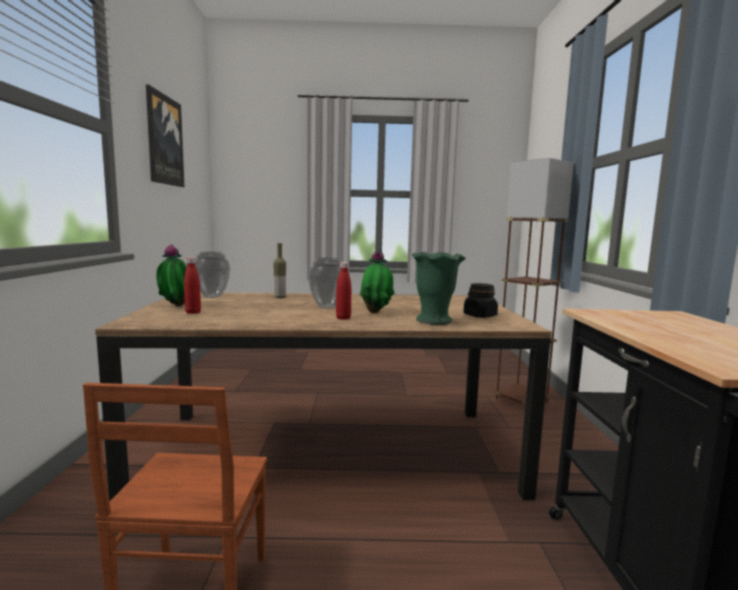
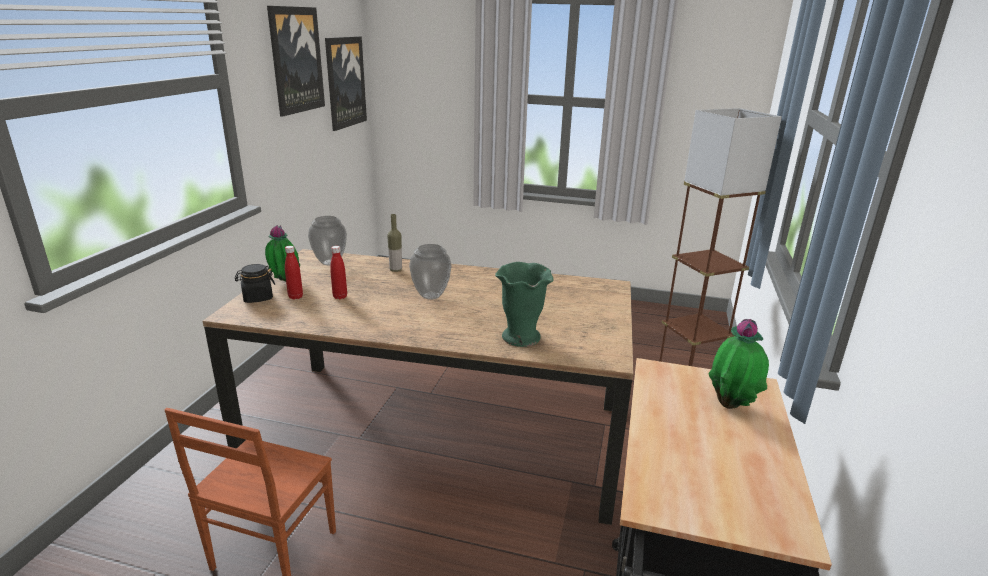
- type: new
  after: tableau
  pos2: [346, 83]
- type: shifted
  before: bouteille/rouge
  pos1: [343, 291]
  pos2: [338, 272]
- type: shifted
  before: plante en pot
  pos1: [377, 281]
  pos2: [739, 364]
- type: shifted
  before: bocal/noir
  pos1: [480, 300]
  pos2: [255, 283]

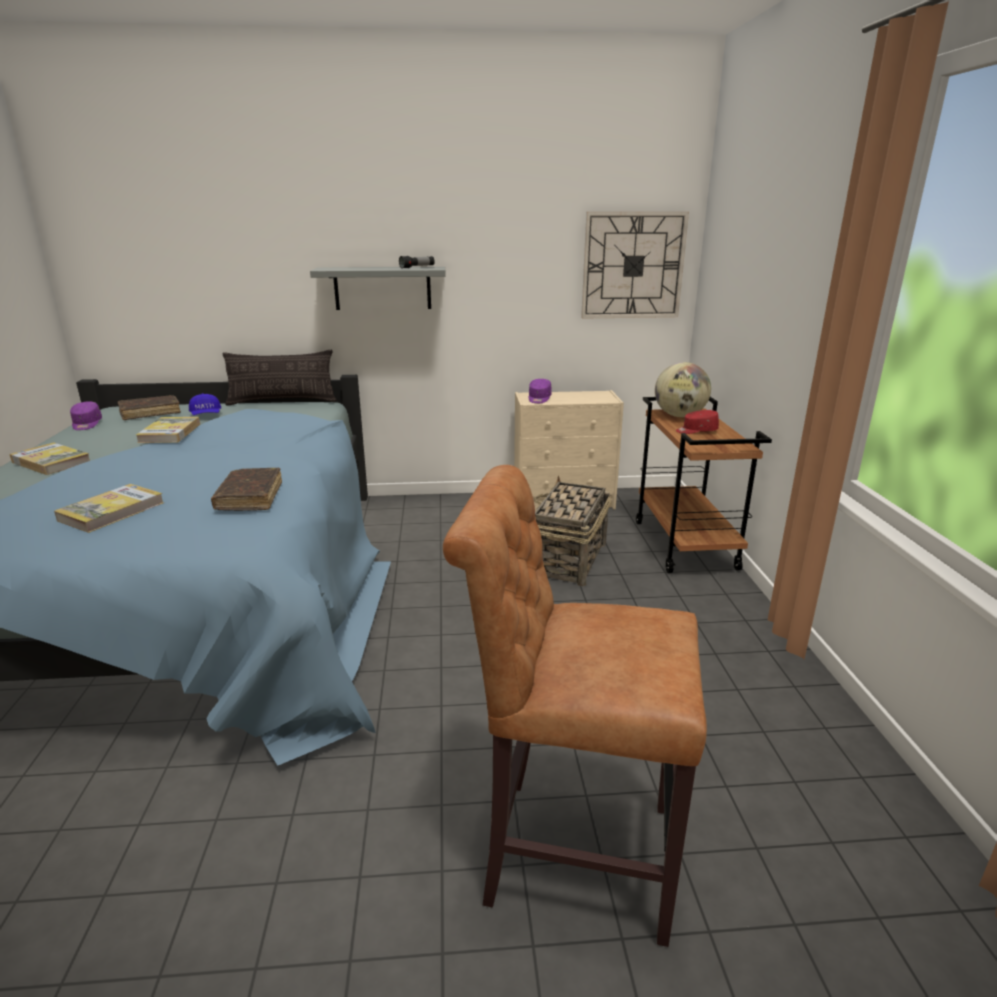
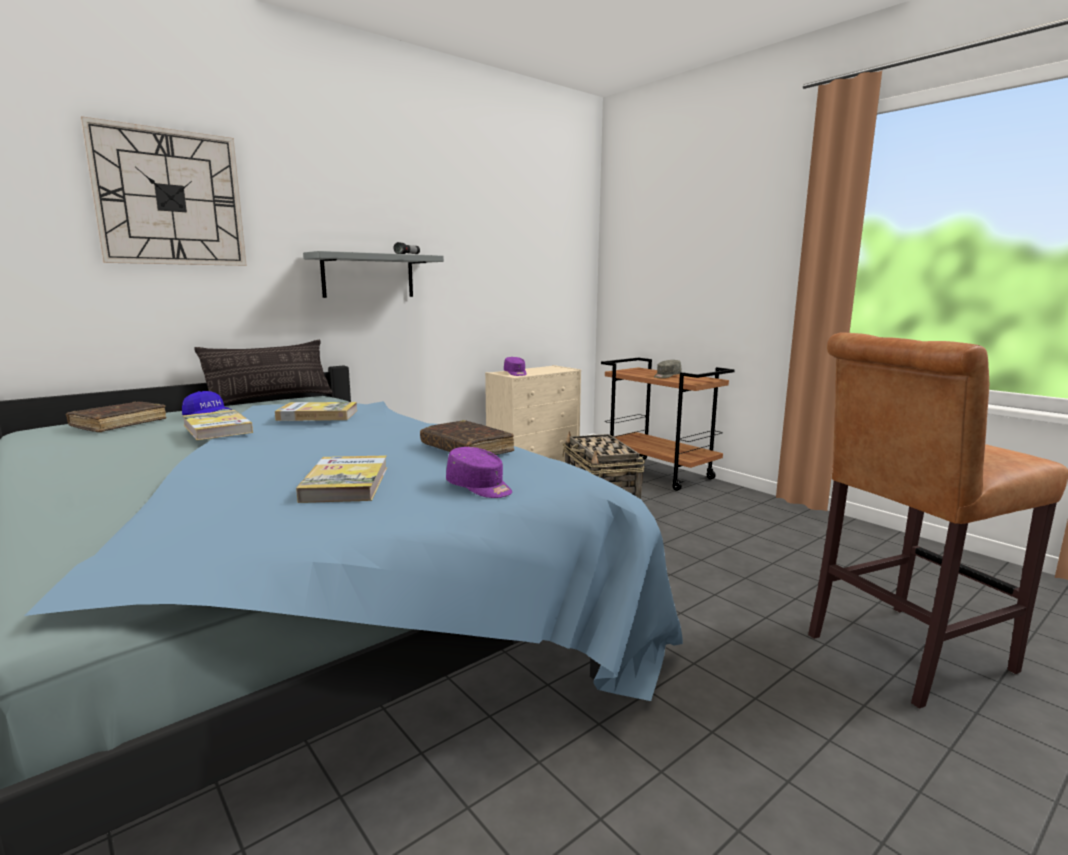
- type: gone
  before: globe
  pos1: [683, 389]
- type: shifted
  before: livre
  pos1: [49, 458]
  pos2: [316, 411]
- type: shifted
  before: casquette/violet
  pos1: [86, 415]
  pos2: [479, 472]
- type: shifted
  before: horloge murale
  pos1: [635, 265]
  pos2: [164, 191]
- type: repainted
  before: casquette/rouge
  after: casquette/gris
  pos1: [697, 422]
  pos2: [668, 369]

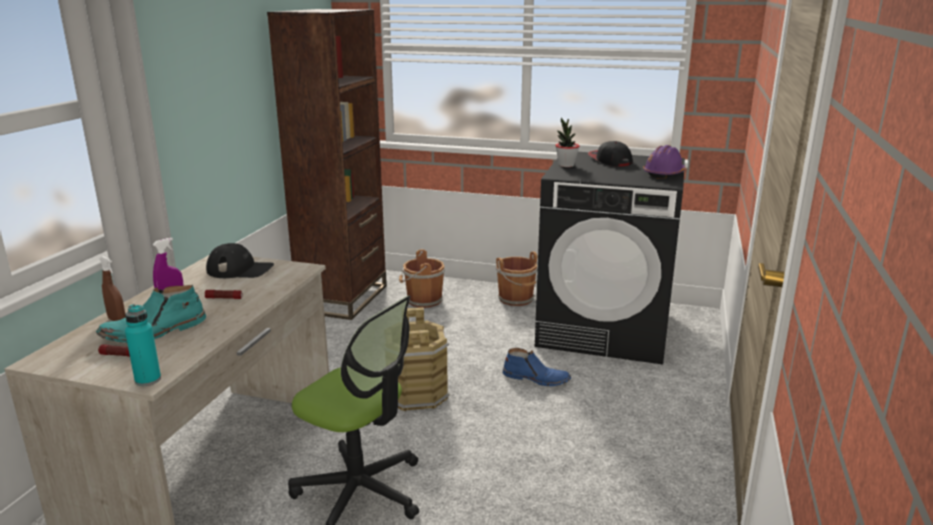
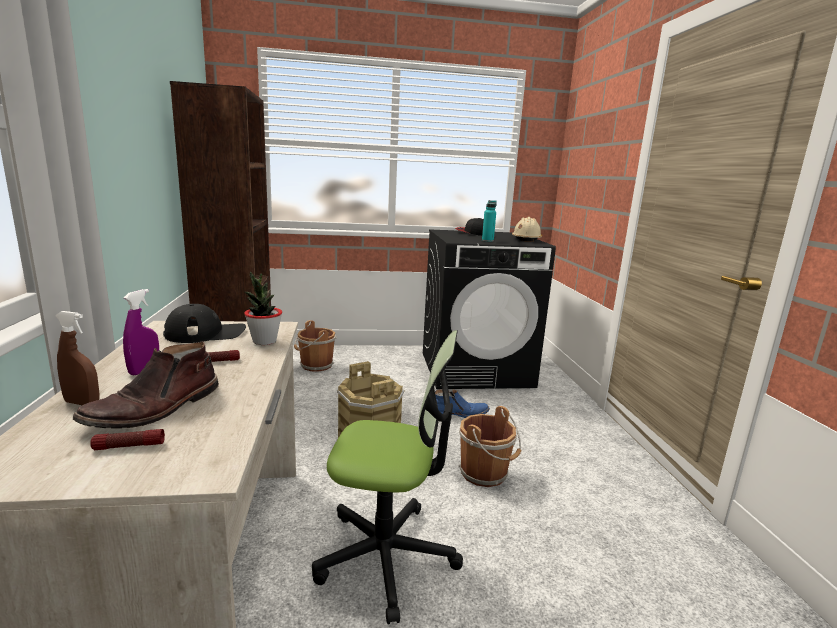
- type: shifted
  before: bouteille/turquoise
  pos1: [143, 345]
  pos2: [489, 221]
- type: shifted
  before: seau/marron
  pos1: [517, 278]
  pos2: [489, 446]
- type: shifted
  before: plante en pot
  pos1: [567, 142]
  pos2: [263, 308]
- type: repainted
  before: botte/turquoise
  after: botte/marron
  pos1: [151, 314]
  pos2: [146, 385]
- type: repainted
  before: casque de chantier/violet
  after: casque de chantier/beige
  pos1: [664, 162]
  pos2: [527, 229]

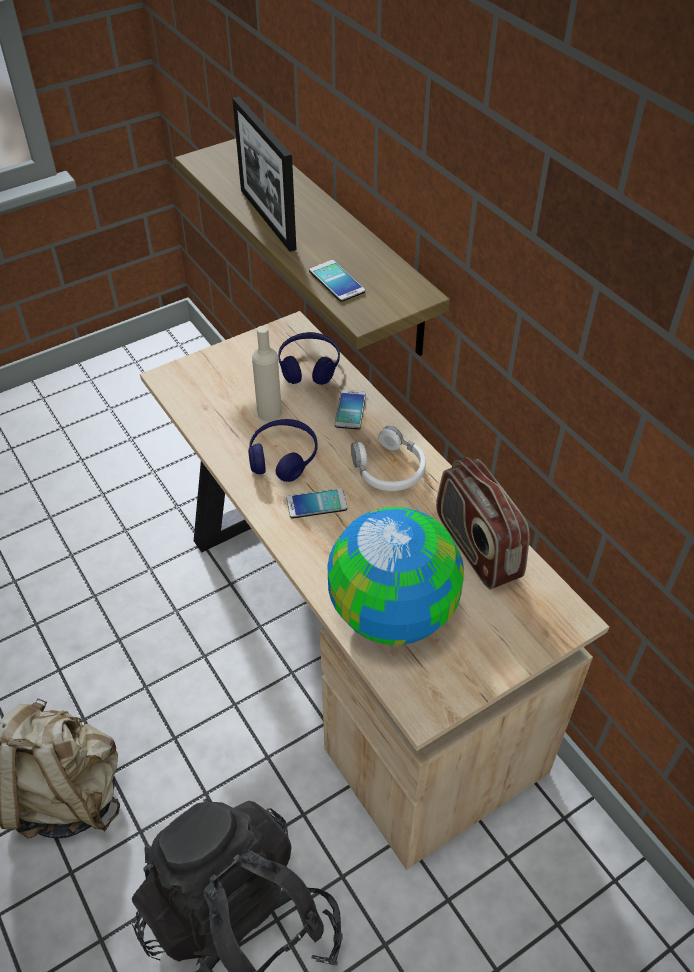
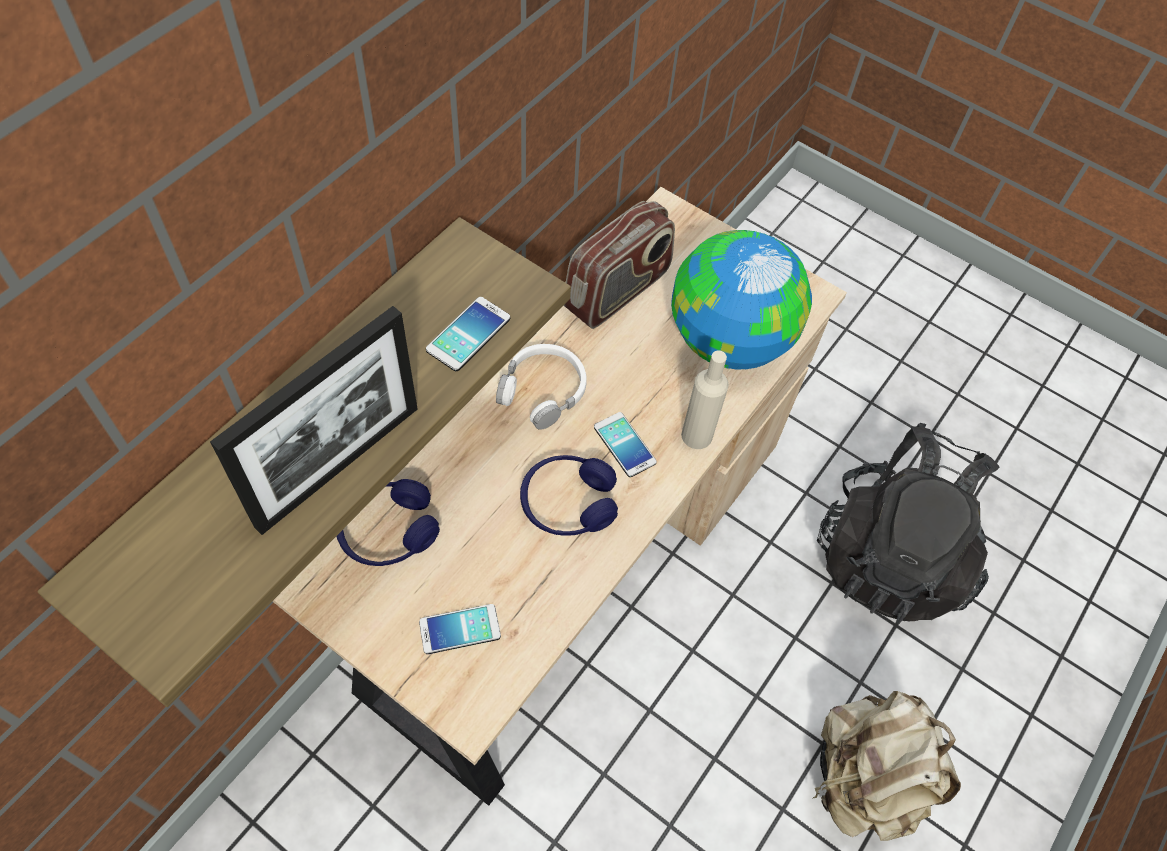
- type: shifted
  before: bouteille/beige
  pos1: [267, 373]
  pos2: [705, 400]
- type: shifted
  before: téléphone
  pos1: [350, 409]
  pos2: [460, 629]

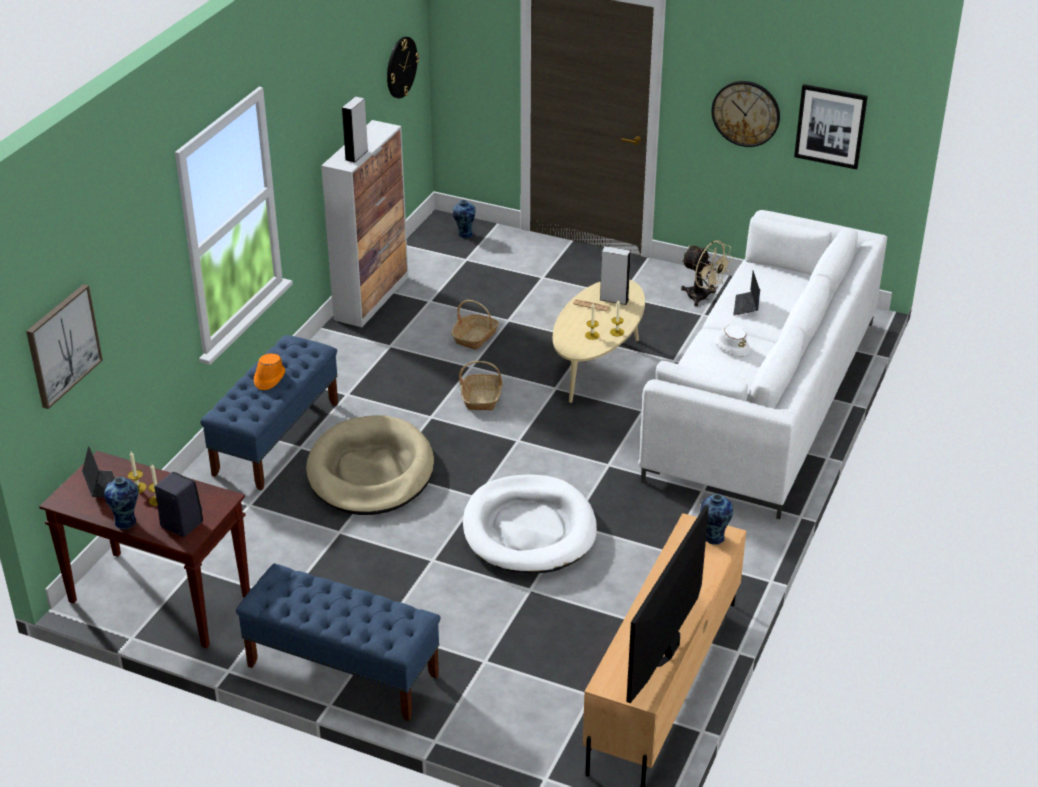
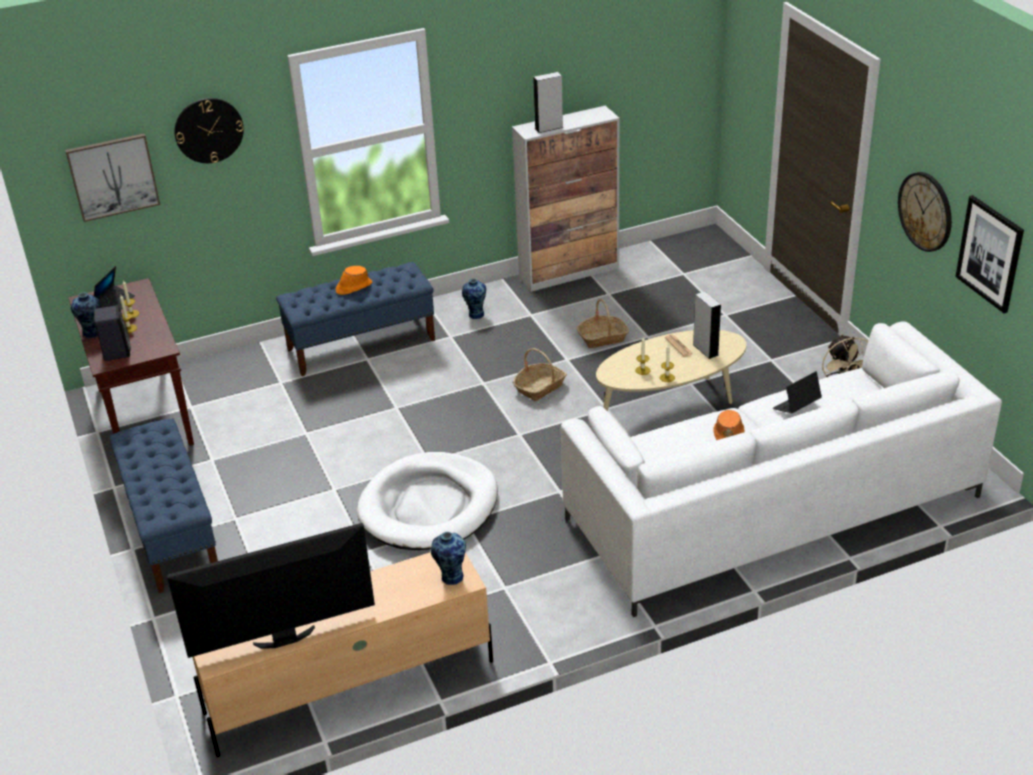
- type: gone
  before: panier pour chien/beige
  pos1: [370, 465]
- type: shifted
  before: horloge murale
  pos1: [403, 67]
  pos2: [209, 130]
- type: shifted
  before: vase
  pos1: [464, 219]
  pos2: [474, 299]
- type: repainted
  before: chapeau/blanc
  after: chapeau/orange
  pos1: [732, 340]
  pos2: [729, 425]

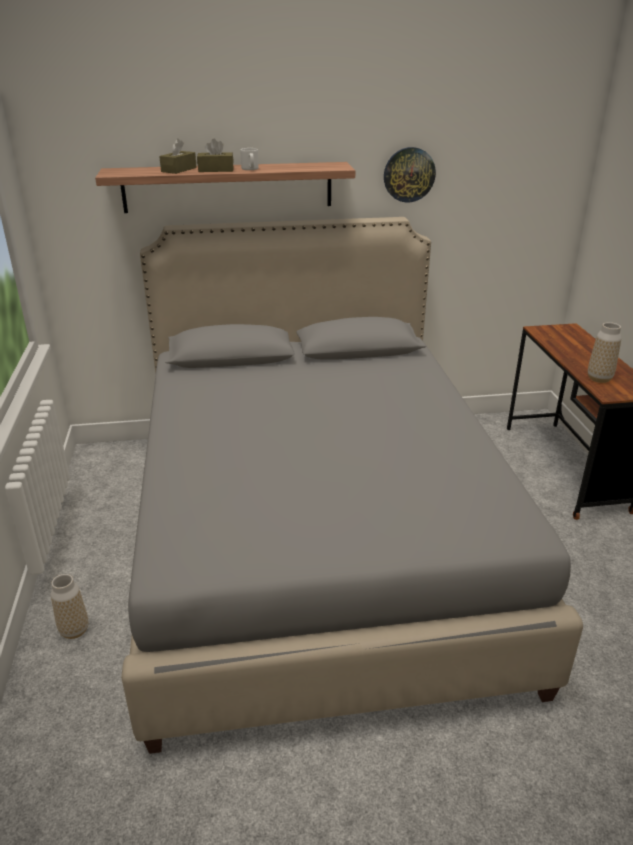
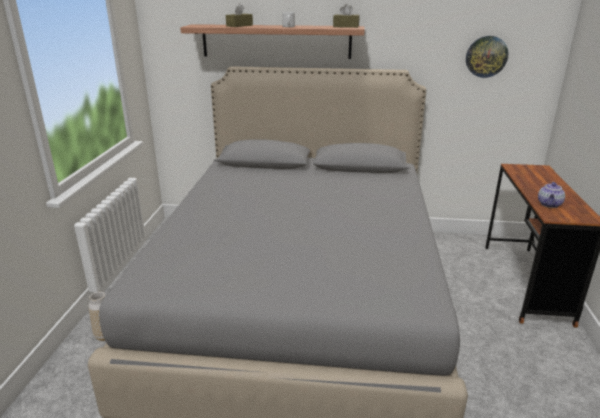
- type: shifted
  before: boîte à mouchoirs/marron
  pos1: [215, 155]
  pos2: [346, 16]
- type: shifted
  before: horloge murale
  pos1: [410, 175]
  pos2: [487, 57]
- type: swapped
  before: vase
  after: théière
  pos1: [604, 352]
  pos2: [551, 195]

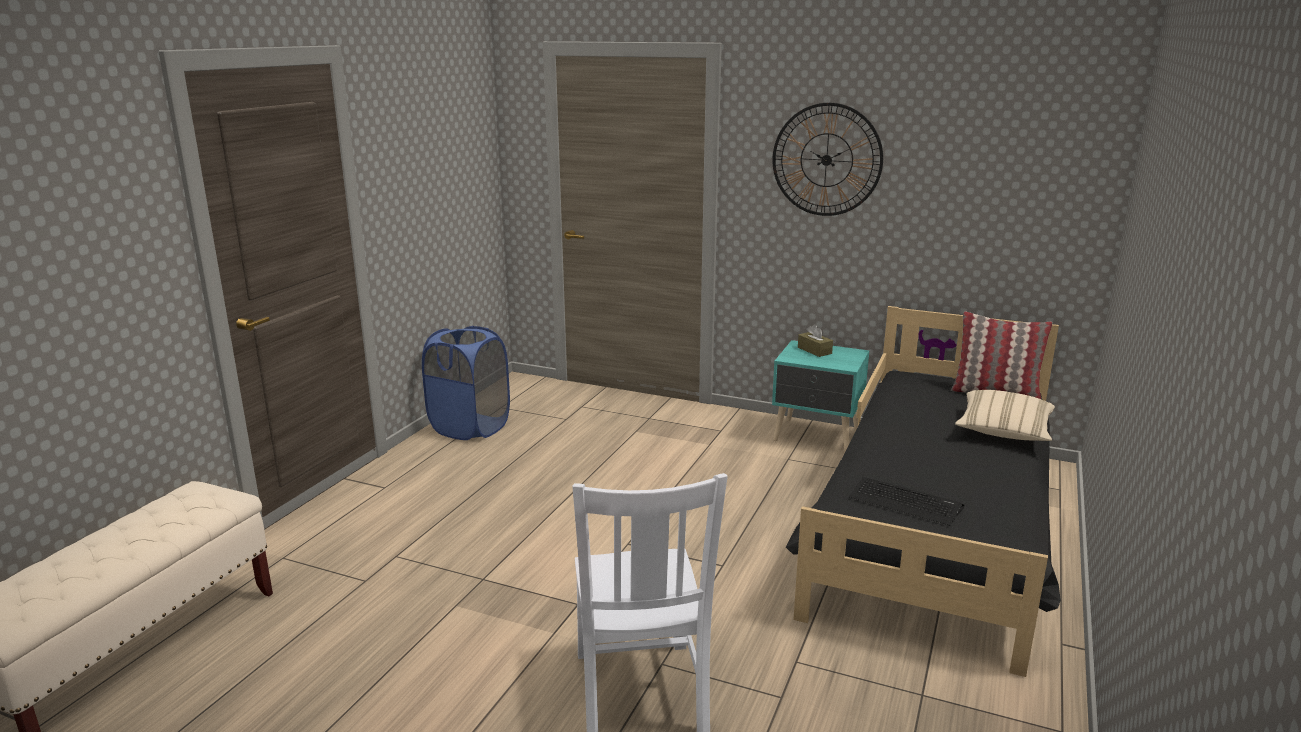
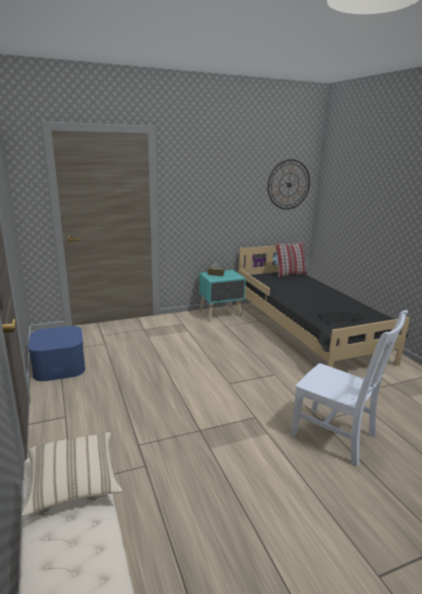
- type: shifted
  before: horloge murale
  pos1: [828, 159]
  pos2: [289, 184]
- type: shifted
  before: coussin/beige
  pos1: [1005, 415]
  pos2: [72, 474]
- type: swapped
  before: panier à linge/bleu
  after: boîte de rangement/bleu
  pos1: [466, 383]
  pos2: [56, 353]

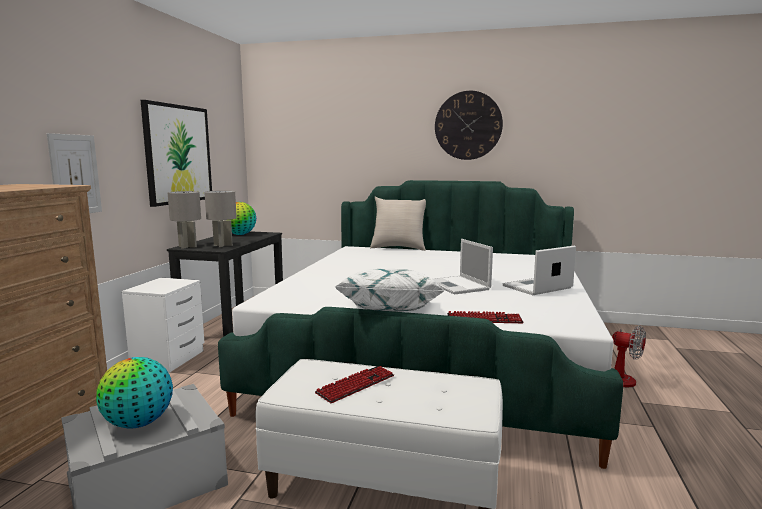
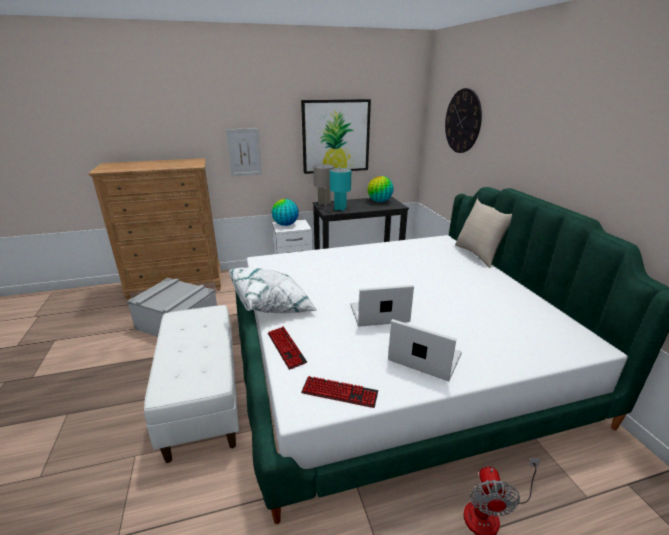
- type: shifted
  before: globe
  pos1: [134, 393]
  pos2: [285, 212]
- type: shifted
  before: clavier
  pos1: [354, 384]
  pos2: [339, 392]
- type: shifted
  before: horloge murale
  pos1: [469, 125]
  pos2: [463, 120]
- type: repainted
  before: lampe de table/gris
  after: lampe de table/turquoise
  pos1: [220, 219]
  pos2: [340, 189]
- type: rotated
  before: ordinateur portable
  pos1: [463, 267]
  pos2: [382, 306]
  turn: 45

